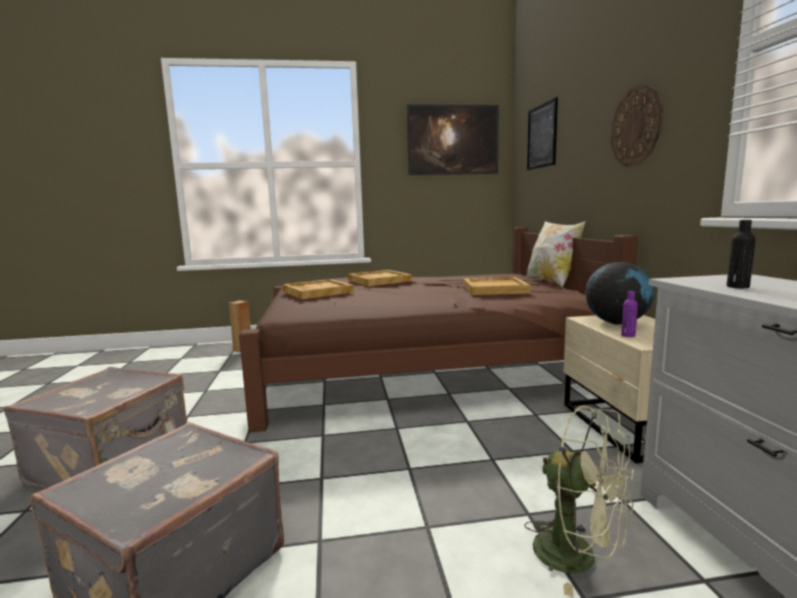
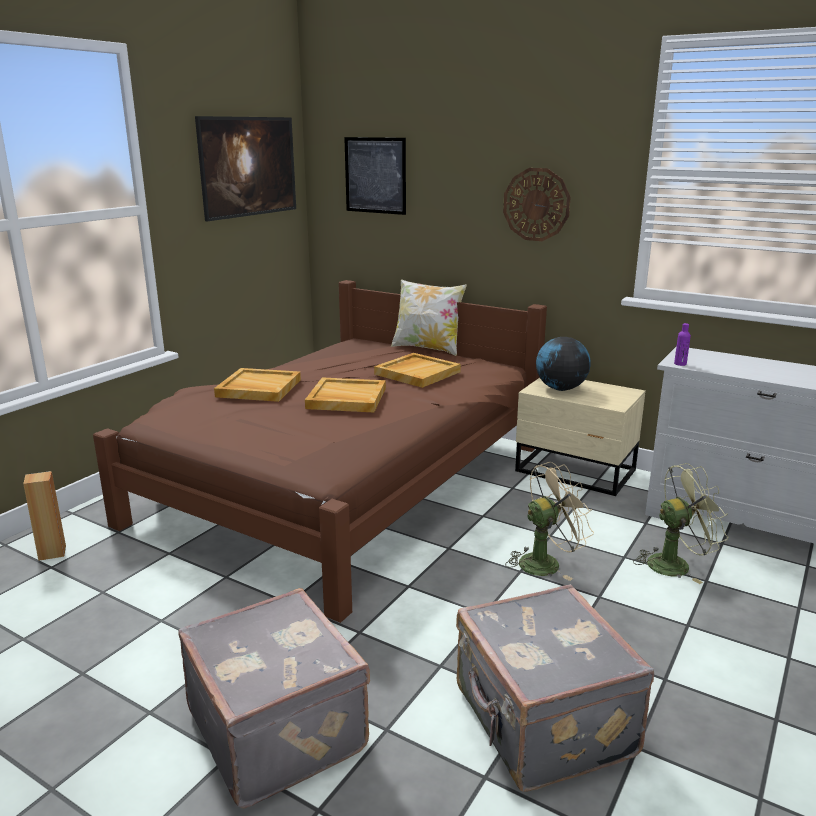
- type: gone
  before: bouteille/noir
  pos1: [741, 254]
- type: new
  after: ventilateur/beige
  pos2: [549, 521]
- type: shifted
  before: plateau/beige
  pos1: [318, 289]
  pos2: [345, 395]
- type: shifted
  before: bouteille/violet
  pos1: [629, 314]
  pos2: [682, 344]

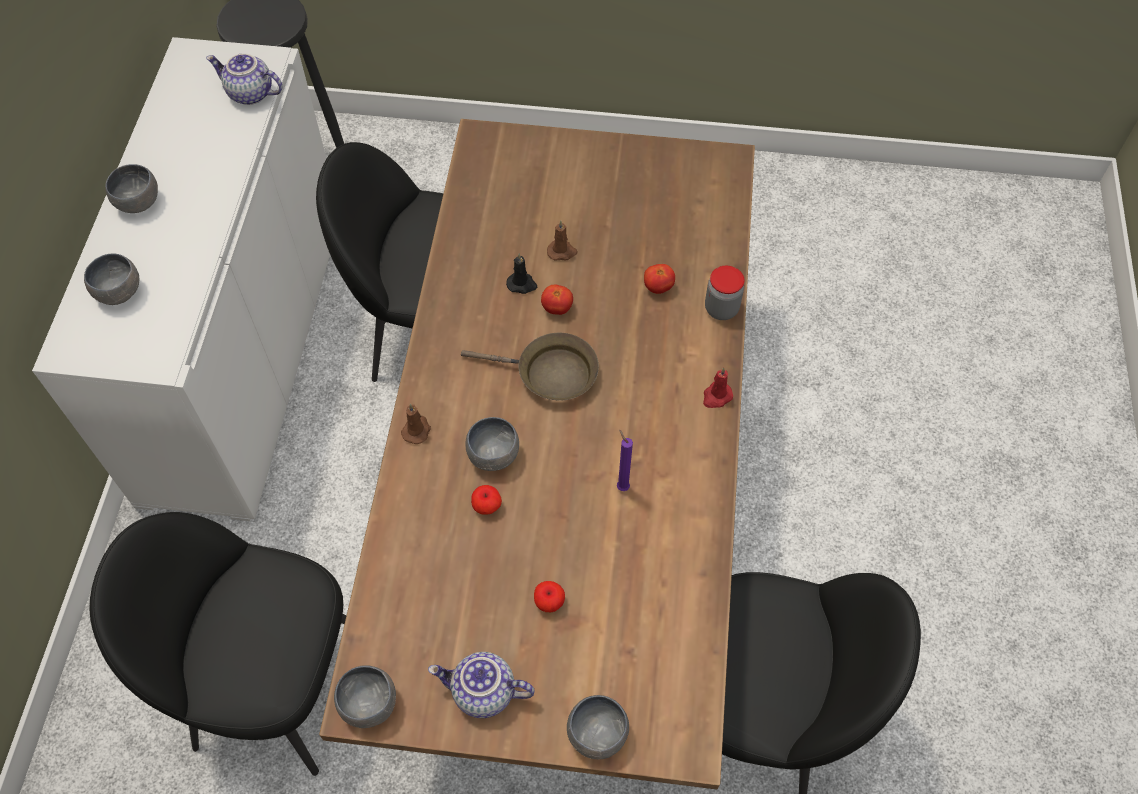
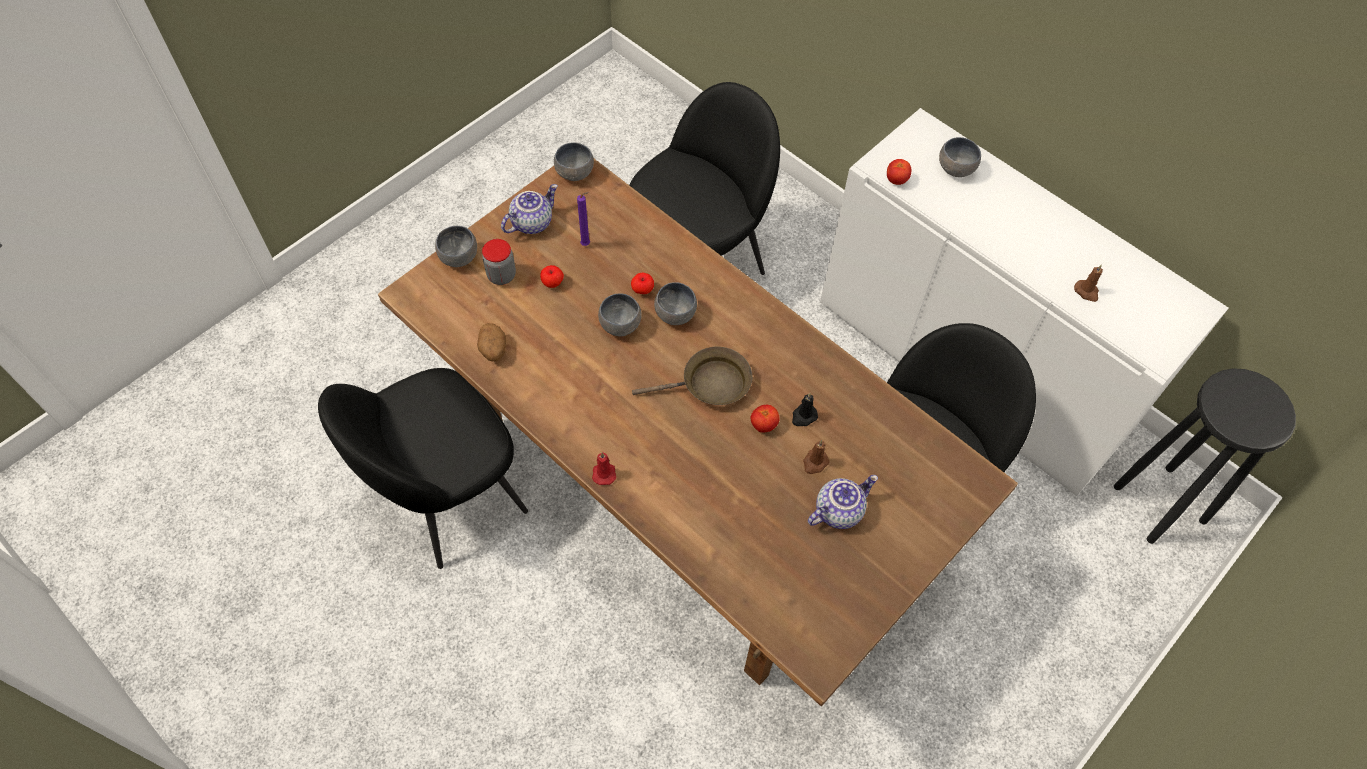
- type: new
  after: pomme de terre
  pos2: [491, 342]
- type: shifted
  before: bol/gris
  pos1: [131, 188]
  pos2: [620, 315]
- type: shifted
  before: théière
  pos1: [244, 79]
  pos2: [843, 502]
- type: shifted
  before: bougie/marron
  pos1: [416, 424]
  pos2: [1088, 283]
- type: shifted
  before: bougie/violet
  pos1: [625, 460]
  pos2: [583, 219]
- type: shifted
  before: tomate
  pos1: [659, 279]
  pos2: [899, 172]
- type: shifted
  before: bocal
  pos1: [724, 293]
  pos2: [499, 262]
- type: rotated
  before: poêle/marron
  pos1: [530, 366]
  pos2: [692, 376]
  turn: -150

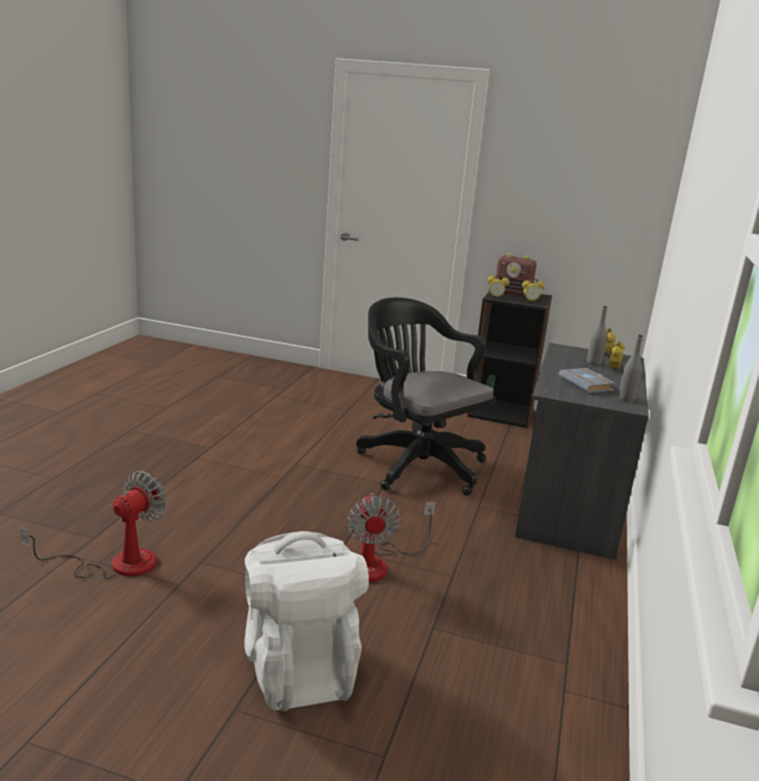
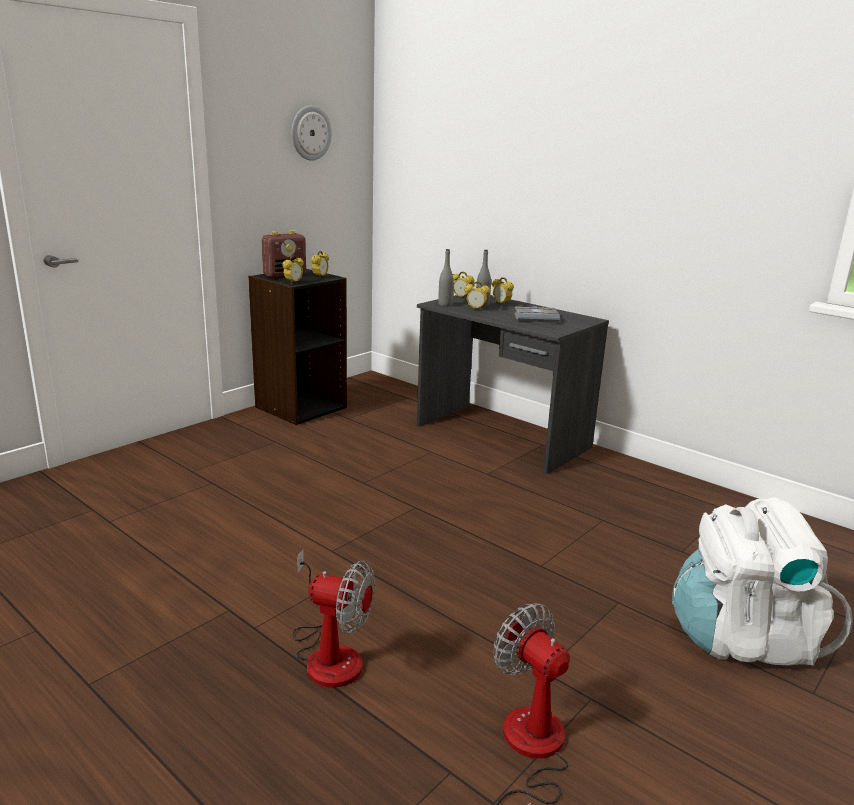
- type: gone
  before: chaise de bureau/noir
  pos1: [425, 396]
- type: new
  after: horloge murale
  pos2: [311, 133]
- type: new
  after: réveil
  pos2: [477, 296]
- type: shifted
  before: ventilateur
  pos1: [391, 537]
  pos2: [333, 619]
- type: shifted
  before: bouteille/gris
  pos1: [631, 368]
  pos2: [446, 277]

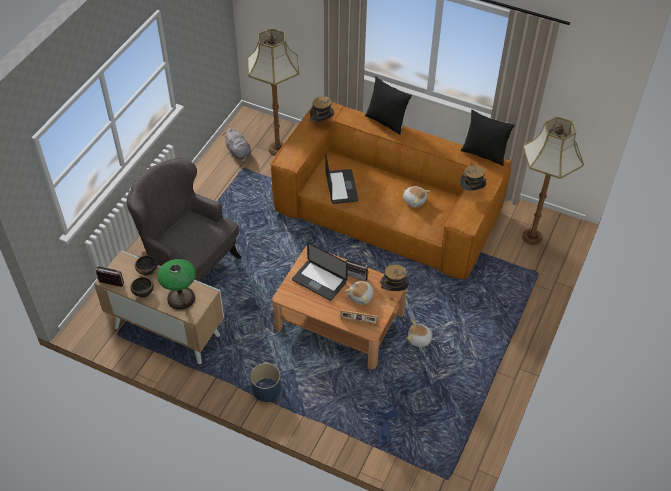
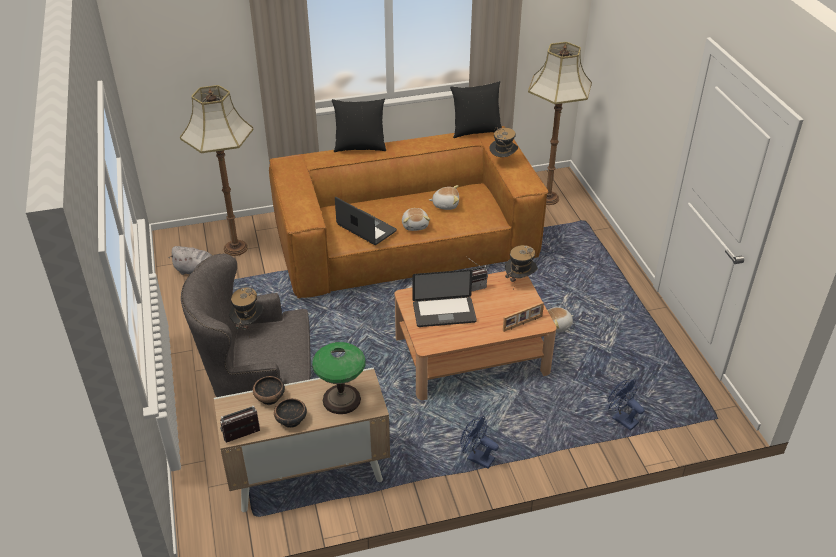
- type: shifted
  before: chapeau
  pos1: [322, 110]
  pos2: [246, 312]
- type: shifted
  before: peluche
  pos1: [359, 293]
  pos2: [416, 219]
- type: swapped
  before: cache-pot/bleu
  after: ventilateur/bleu
  pos1: [265, 382]
  pos2: [479, 442]

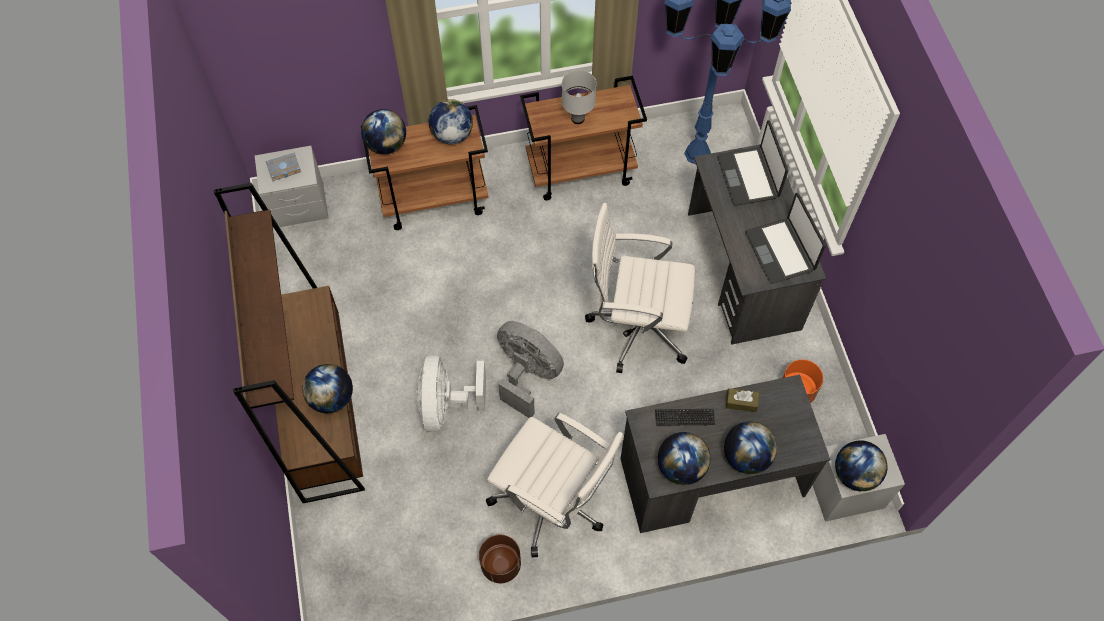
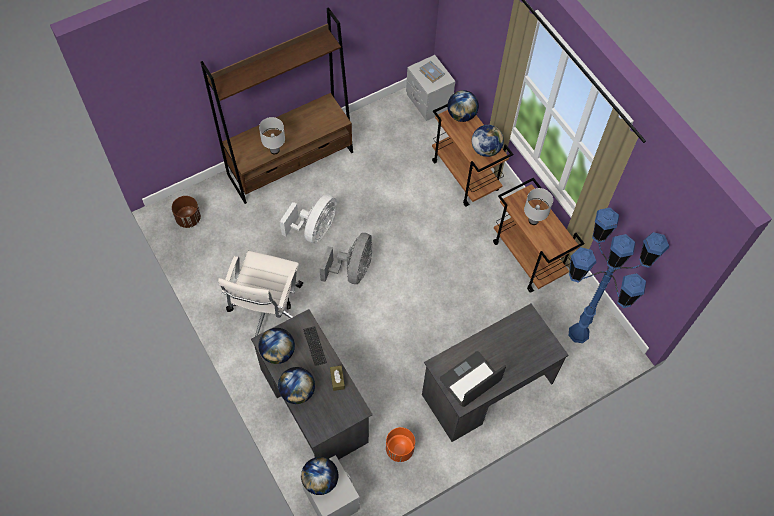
- type: gone
  before: chaise de bureau/blanc
  pos1: [640, 288]
- type: gone
  before: ordinateur portable
  pos1: [752, 163]
- type: shifted
  before: cache-pot/marron
  pos1: [500, 559]
  pos2: [186, 212]
- type: swapped
  before: globe
  after: lampe de table/blanc
  pos1: [327, 389]
  pos2: [272, 135]
- type: rotated
  before: ventilateur/blanc
  pos1: [451, 393]
  pos2: [308, 218]
  turn: 135

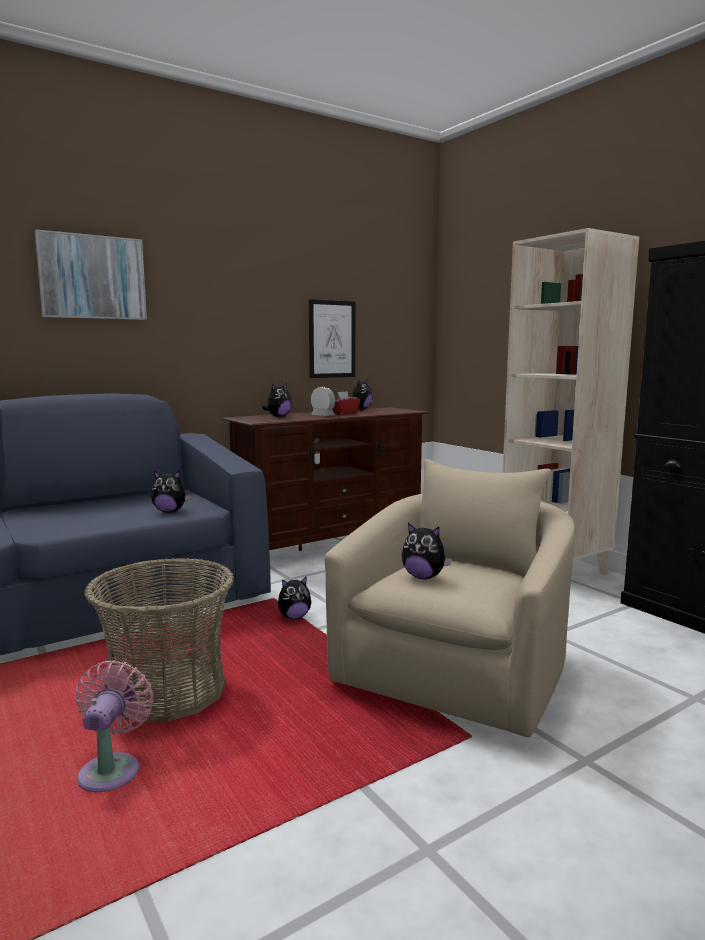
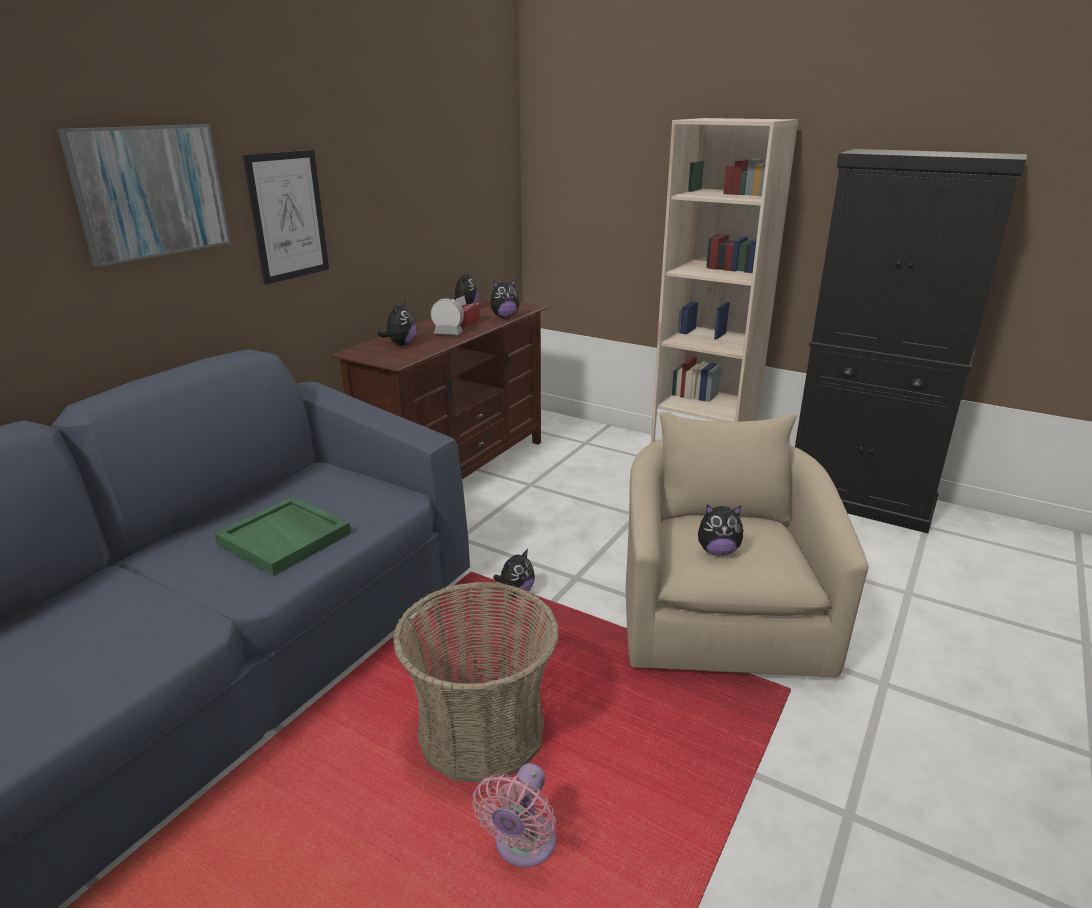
- type: new
  after: plateau/vert
  pos2: [282, 536]
- type: shifted
  before: peluche
  pos1: [171, 491]
  pos2: [505, 298]
- type: shifted
  before: tableau
  pos1: [332, 338]
  pos2: [286, 217]
- type: rotated
  before: ventilateur/rose
  pos1: [114, 726]
  pos2: [514, 815]
  turn: -135

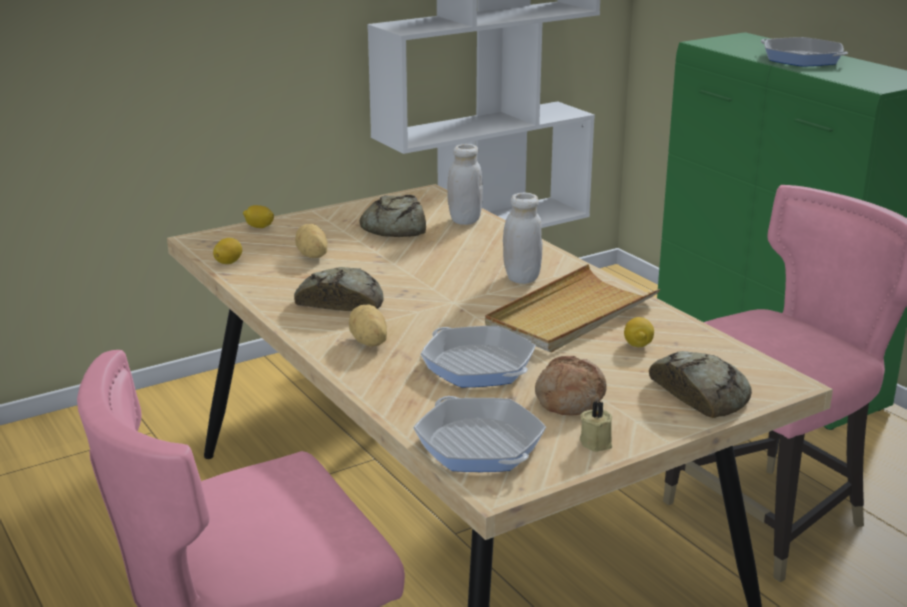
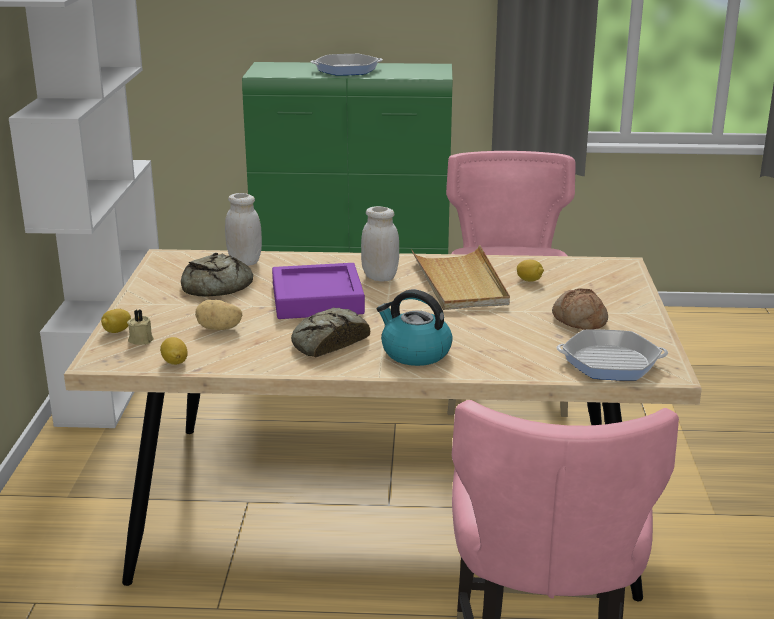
- type: gone
  before: poêle
  pos1: [478, 356]
- type: gone
  before: pain
  pos1: [700, 384]
- type: new
  after: plateau/violet
  pos2: [318, 291]
- type: shifted
  before: bougie/beige
  pos1: [596, 426]
  pos2: [140, 327]
- type: swapped
  before: pomme de terre
  after: bouilloire
  pos1: [368, 325]
  pos2: [415, 328]

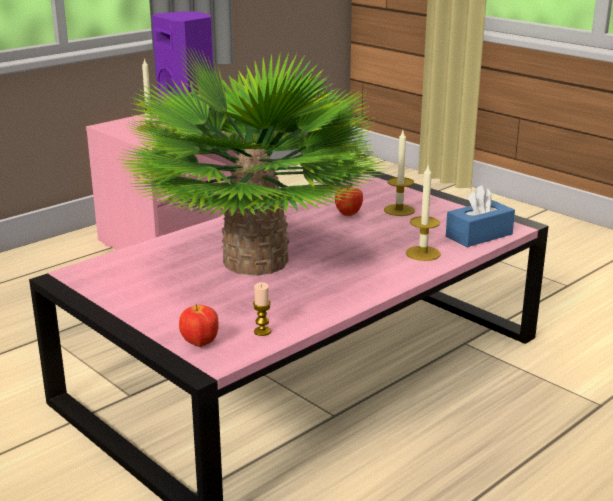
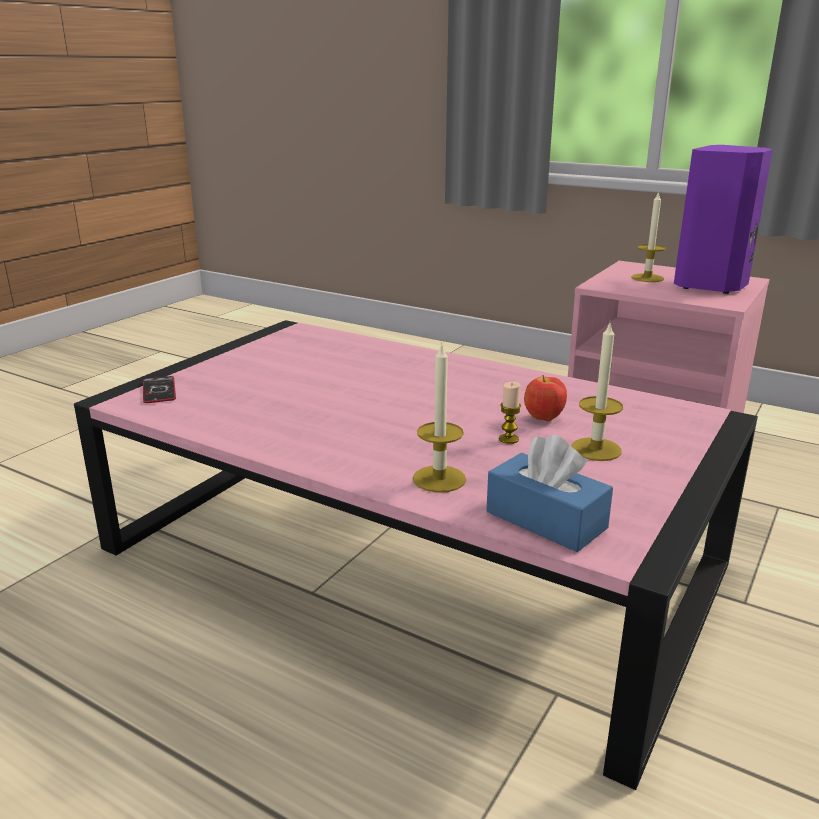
- type: gone
  before: plante en pot
  pos1: [251, 161]
- type: shifted
  before: bougie
  pos1: [262, 309]
  pos2: [510, 412]
- type: swapped
  before: pomme
  after: téléphone
  pos1: [199, 325]
  pos2: [159, 389]

